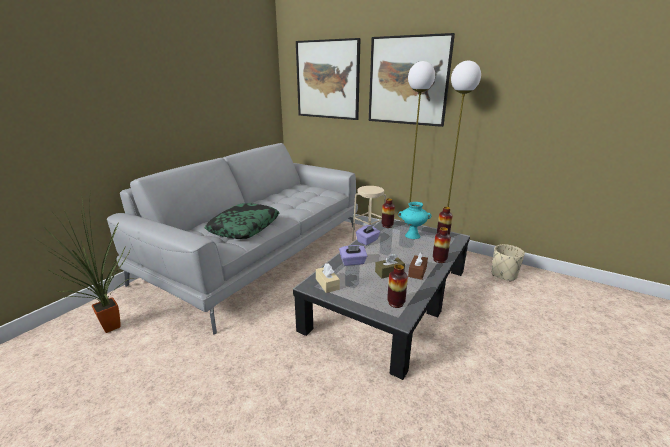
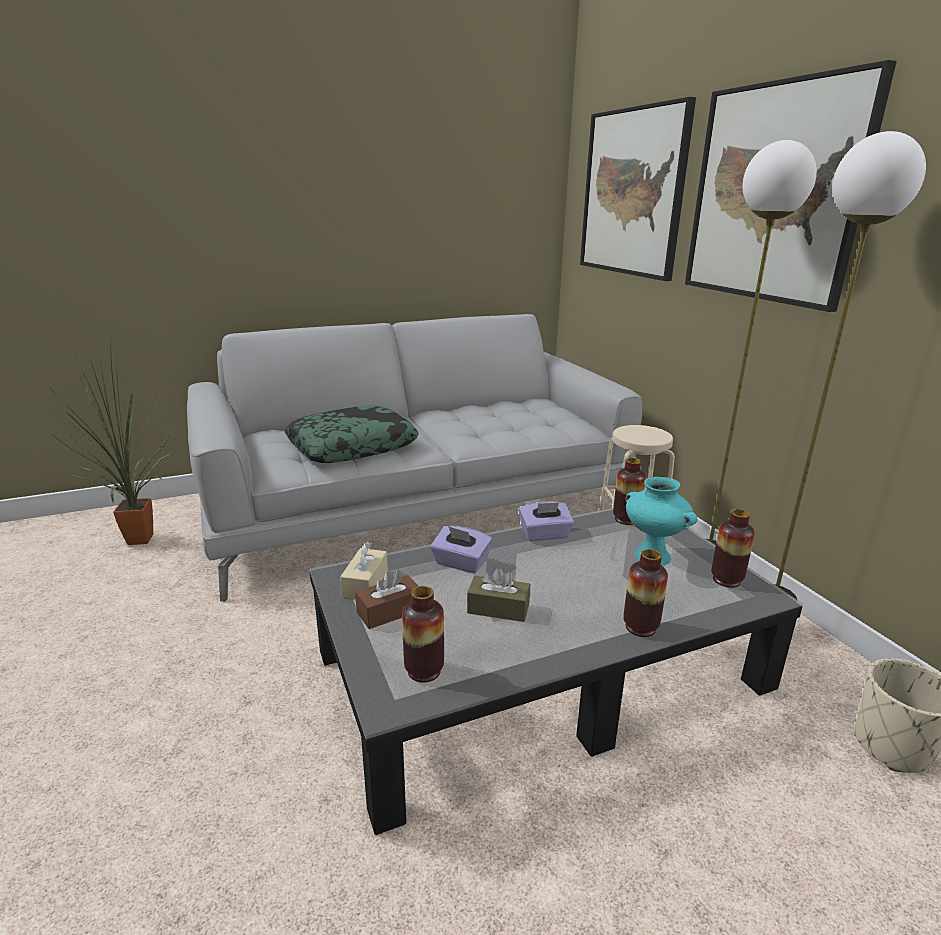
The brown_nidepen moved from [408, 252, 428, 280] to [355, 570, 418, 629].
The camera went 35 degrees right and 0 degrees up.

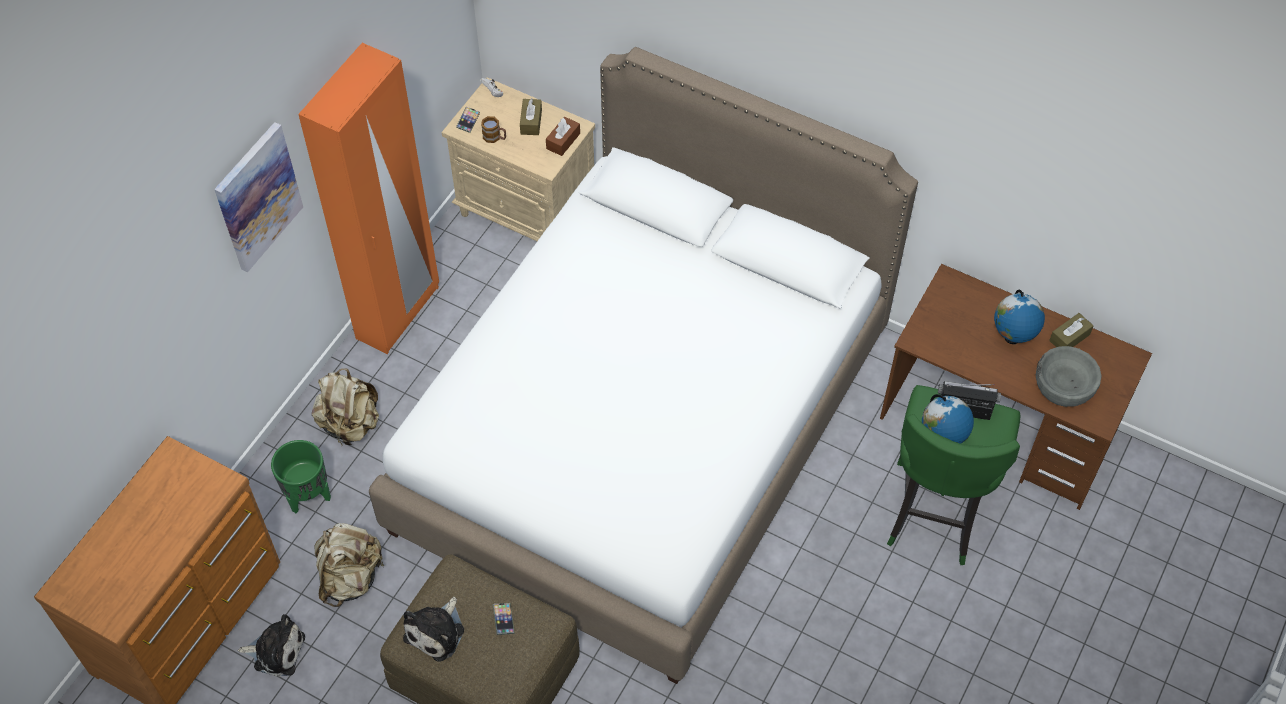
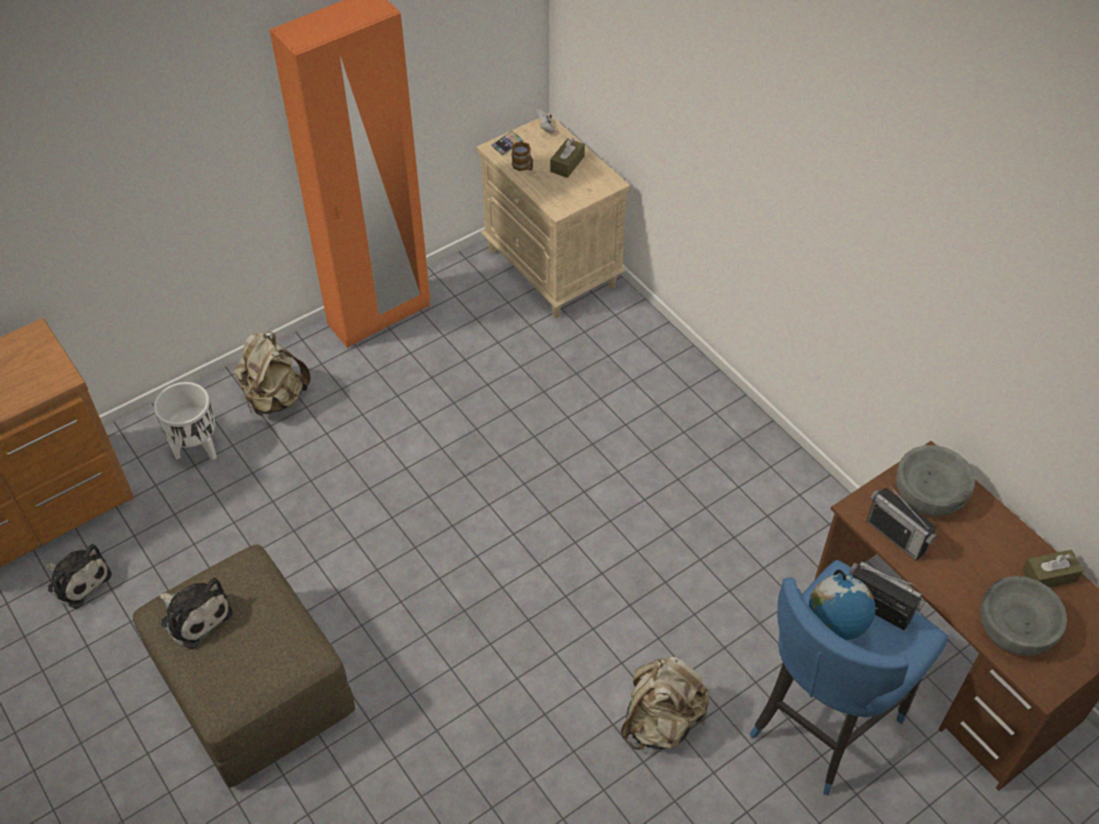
The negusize at [214, 122, 303, 272] disappeared.
The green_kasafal at [271, 440, 331, 513] became the white_kasafal at [154, 382, 217, 460].
The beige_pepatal moved from [314, 523, 385, 607] to [621, 657, 710, 750].
The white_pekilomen at [369, 47, 918, 684] disappeared.
The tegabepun at [403, 597, 464, 662] turned 105 degrees counterclockwise.
The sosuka at [493, 603, 515, 635] disappeared.
The brown_nidepen at [546, 117, 580, 156] disappeared.
The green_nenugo at [887, 385, 1020, 565] became the blue_nenugo at [750, 560, 948, 796].
The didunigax at [994, 290, 1045, 344] disappeared.
The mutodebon at [867, 484, 937, 561] appeared.
The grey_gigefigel at [896, 445, 975, 516] appeared.
The camera went 25 degrees right and 5 degrees down.

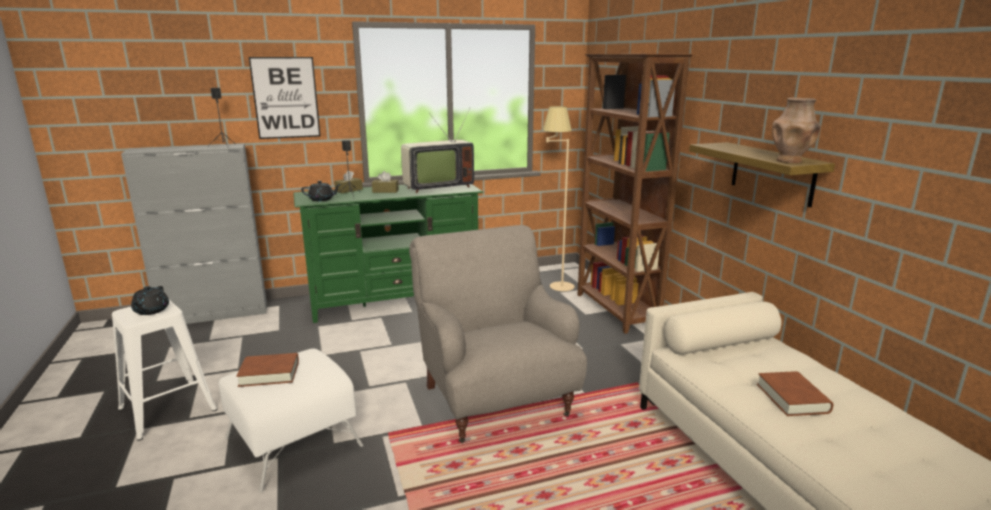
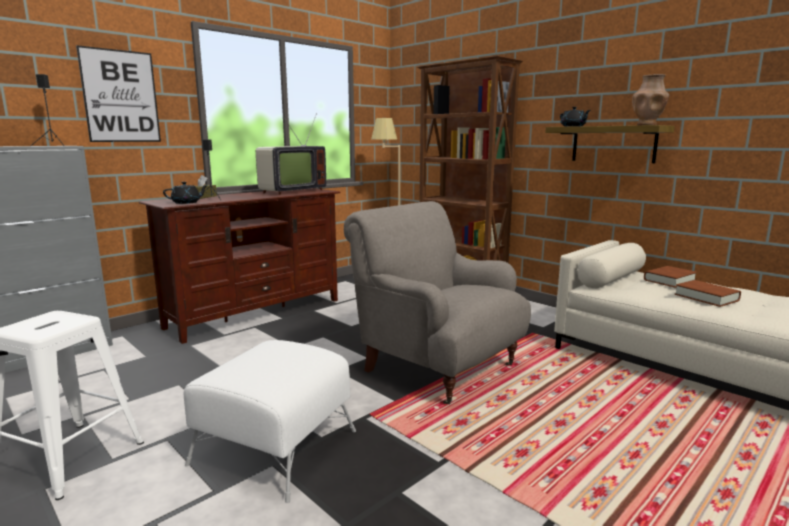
The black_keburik moved from [131, 286, 169, 315] to [560, 107, 590, 127].
The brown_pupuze moved from [236, 353, 299, 387] to [644, 266, 697, 288].
The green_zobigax at [293, 184, 483, 323] became the brown_zobigax at [139, 188, 341, 344].
The brown_nidepen at [372, 171, 399, 193] disappeared.
The camera went 25 degrees left and 5 degrees down.

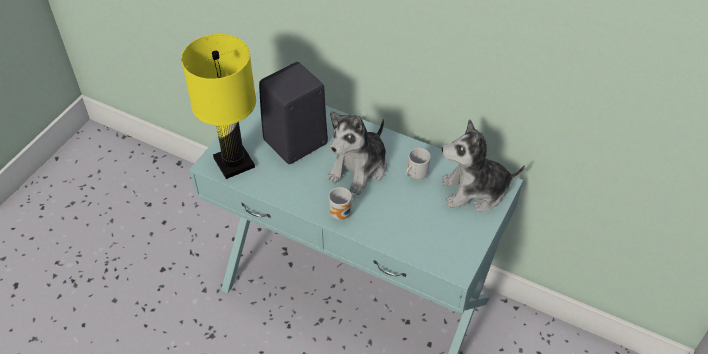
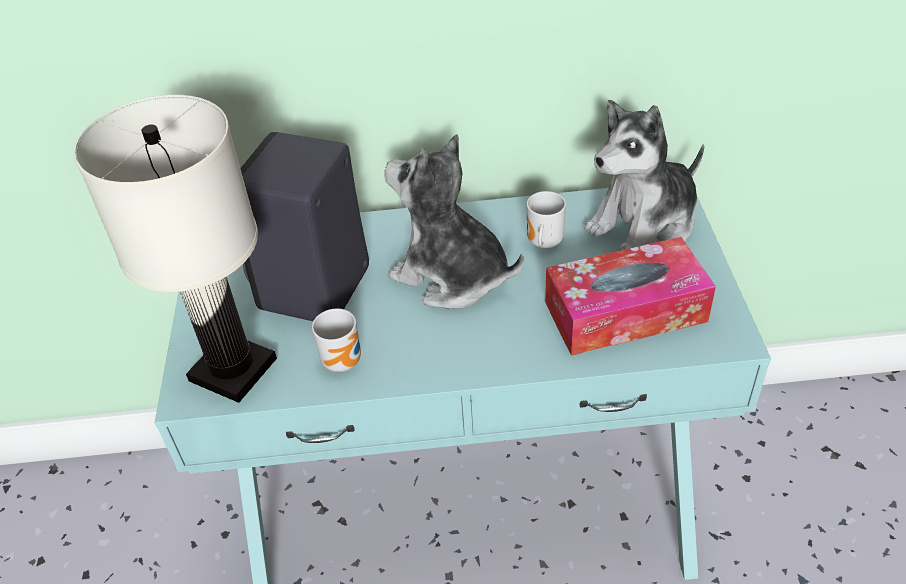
The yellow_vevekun at [181, 34, 256, 179] became the white_vevekun at [74, 95, 277, 403].
The tegabepun at [327, 111, 387, 195] turned 120 degrees clockwise.
The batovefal moved from [329, 187, 355, 220] to [312, 308, 361, 372].
The nidepen at [545, 237, 716, 356] appeared.
The camera went 30 degrees left and 5 degrees down.

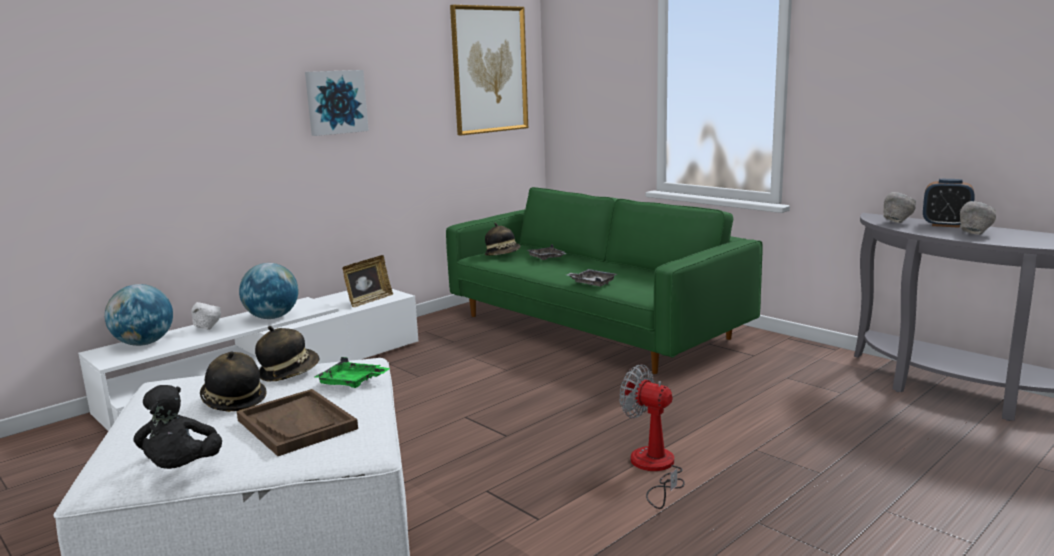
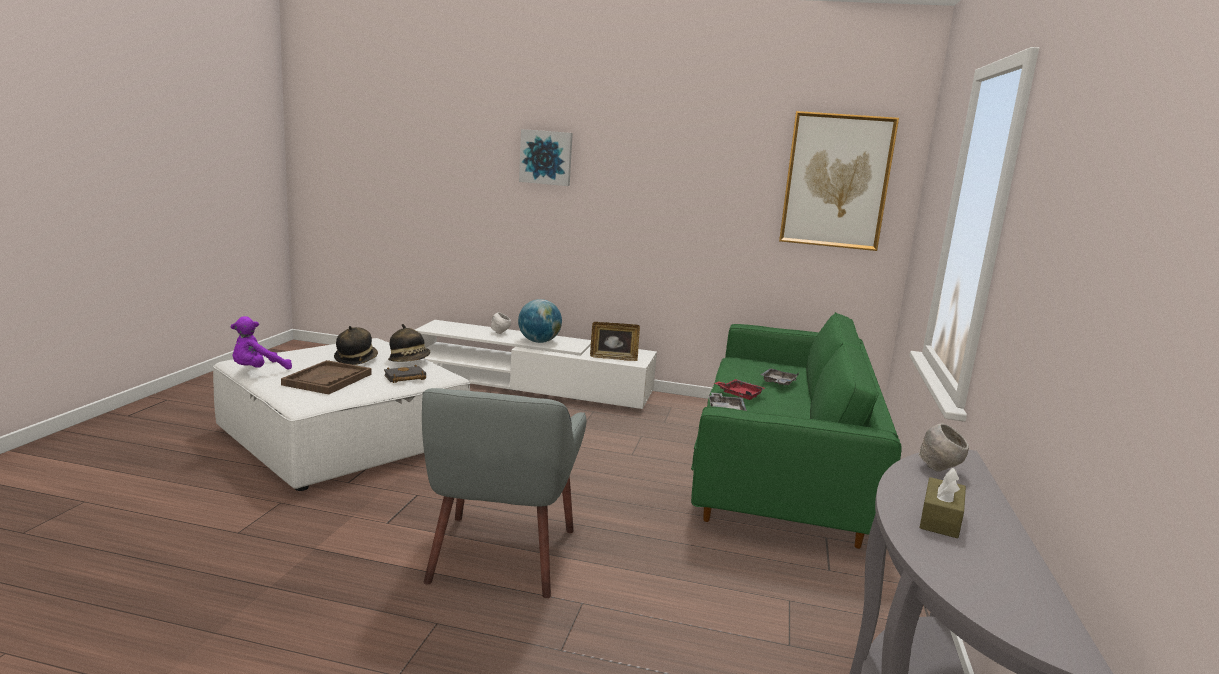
The didunigax at [105, 284, 173, 346] disappeared.
The black_tegabepun at [133, 385, 222, 469] became the purple_tegabepun at [231, 316, 292, 370].
The negusize moved from [305, 70, 369, 136] to [519, 129, 573, 186].
The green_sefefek at [315, 357, 390, 388] was replaced by the black_pupuze at [384, 365, 426, 383].
The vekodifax at [485, 223, 520, 256] disappeared.
The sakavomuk at [620, 365, 685, 509] was replaced by the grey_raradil at [422, 388, 586, 598].
The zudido at [923, 179, 975, 228] disappeared.
The grey_gigefigel at [960, 201, 996, 235] was replaced by the brown_nidepen at [920, 468, 966, 538].
The red_sefefek at [714, 379, 765, 400] appeared.
The camera went 55 degrees right and 0 degrees up.

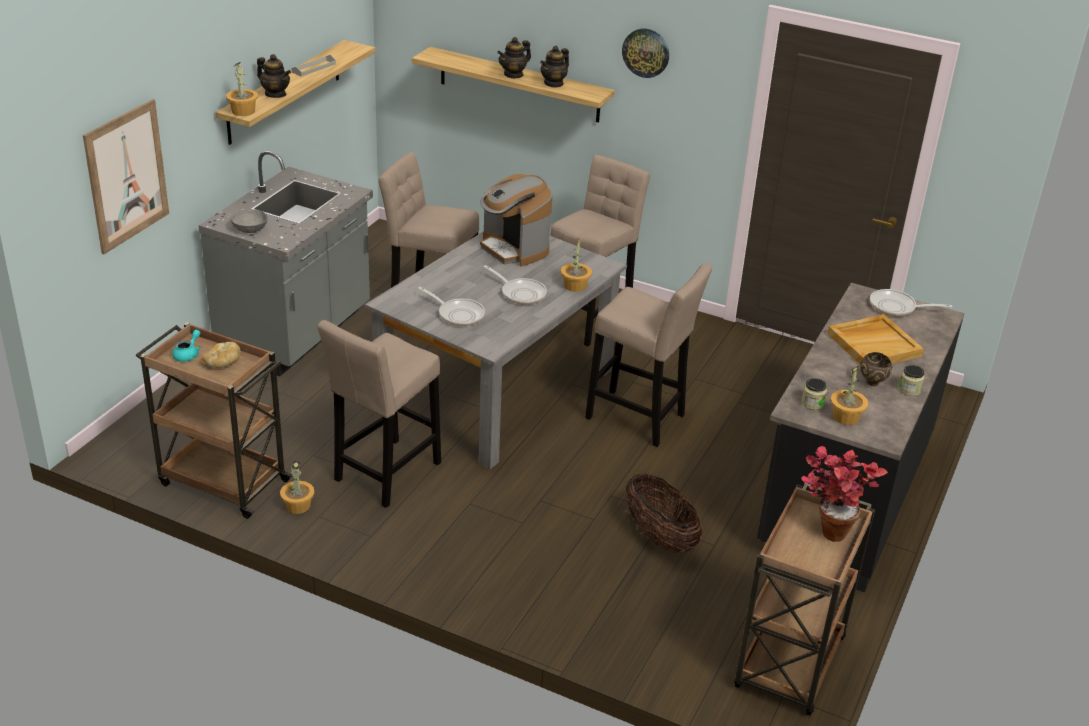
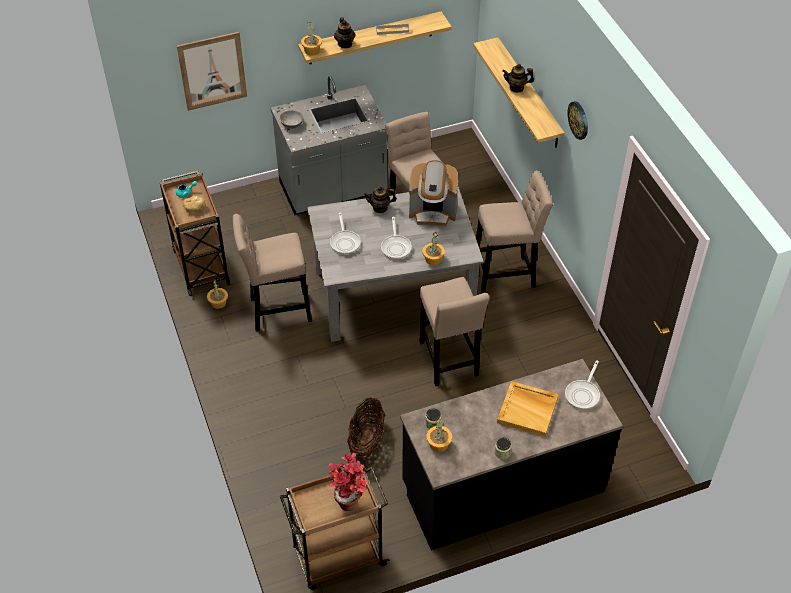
The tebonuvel at [480, 174, 552, 266] turned 90 degrees counterclockwise.
The keburik moved from [540, 45, 569, 88] to [364, 186, 397, 213].
The brown_gigefigel at [860, 352, 893, 386] disappeared.
The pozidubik at [870, 289, 952, 316] turned 120 degrees counterclockwise.
The camera went 45 degrees right and 15 degrees up.

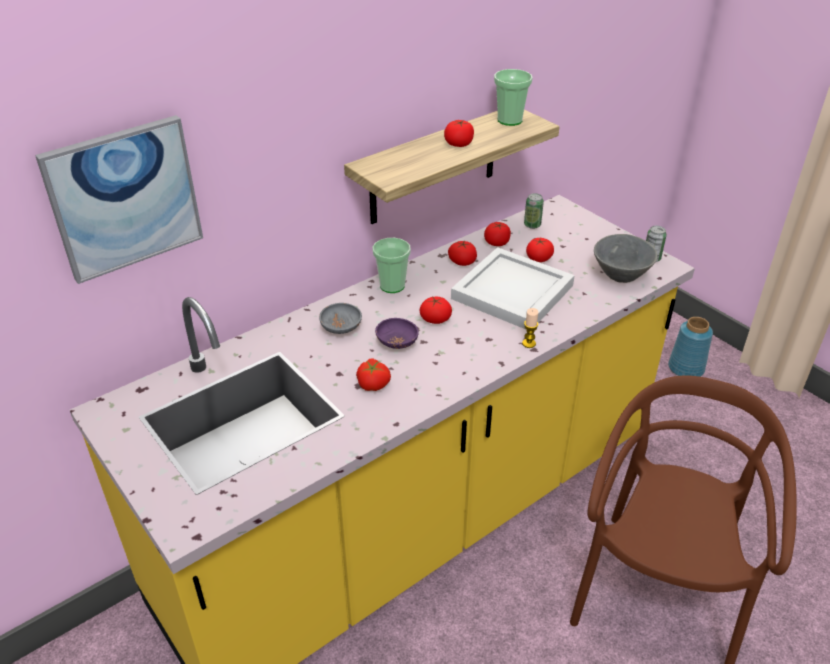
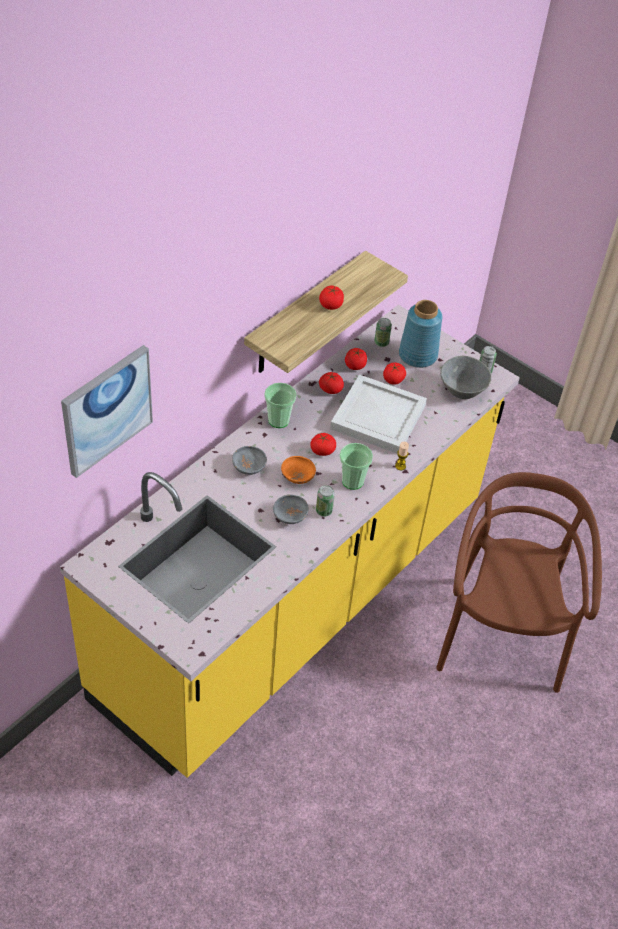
The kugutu at [356, 359, 391, 391] was replaced by the grey_gigefigel at [273, 495, 309, 524].
The purple_gigefigel at [375, 318, 419, 349] became the orange_gigefigel at [281, 456, 316, 484].
The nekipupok moved from [494, 69, 533, 126] to [340, 443, 373, 490].
The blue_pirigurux moved from [668, 317, 713, 377] to [399, 300, 442, 368].
The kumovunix at [316, 485, 335, 516] appeared.
The camera went 15 degrees left and 10 degrees up.

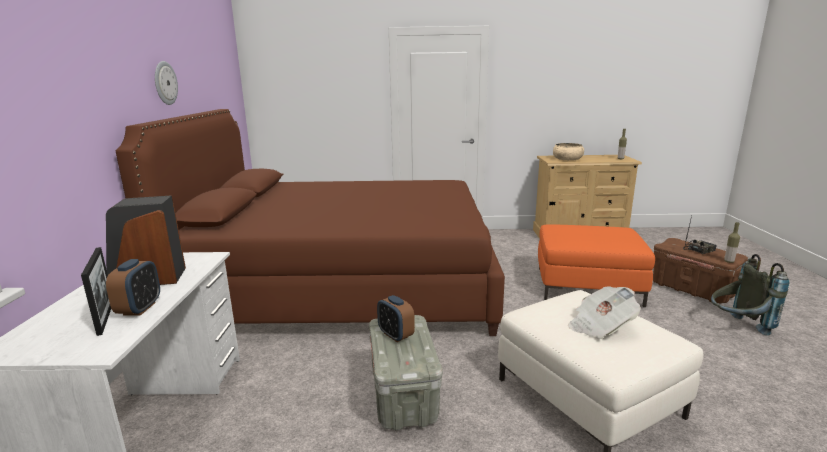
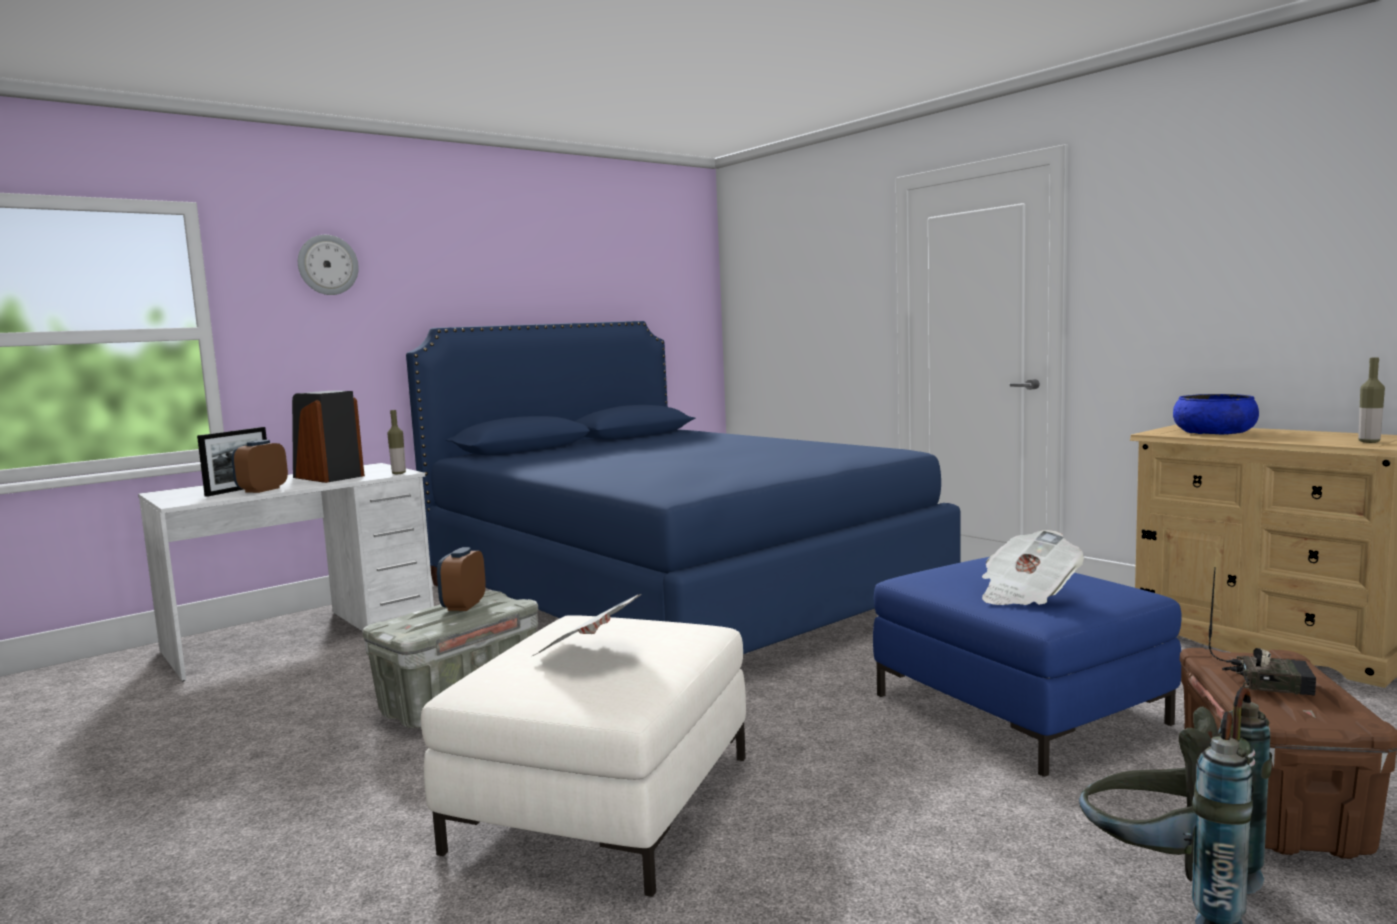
The zudido at [106, 259, 160, 316] turned 150 degrees clockwise.
The brown_pekilomen at [116, 109, 505, 336] became the blue_pekilomen at [406, 321, 961, 654].
The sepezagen moved from [155, 61, 178, 105] to [298, 235, 359, 295].
The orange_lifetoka at [538, 224, 655, 307] became the blue_lifetoka at [873, 557, 1182, 777].
The beige_gigefigel at [553, 143, 584, 161] became the blue_gigefigel at [1173, 394, 1259, 435].
The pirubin moved from [724, 222, 740, 263] to [387, 410, 406, 474].
The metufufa at [982, 530, 1084, 605] appeared.
The camera went 50 degrees right and 10 degrees down.

